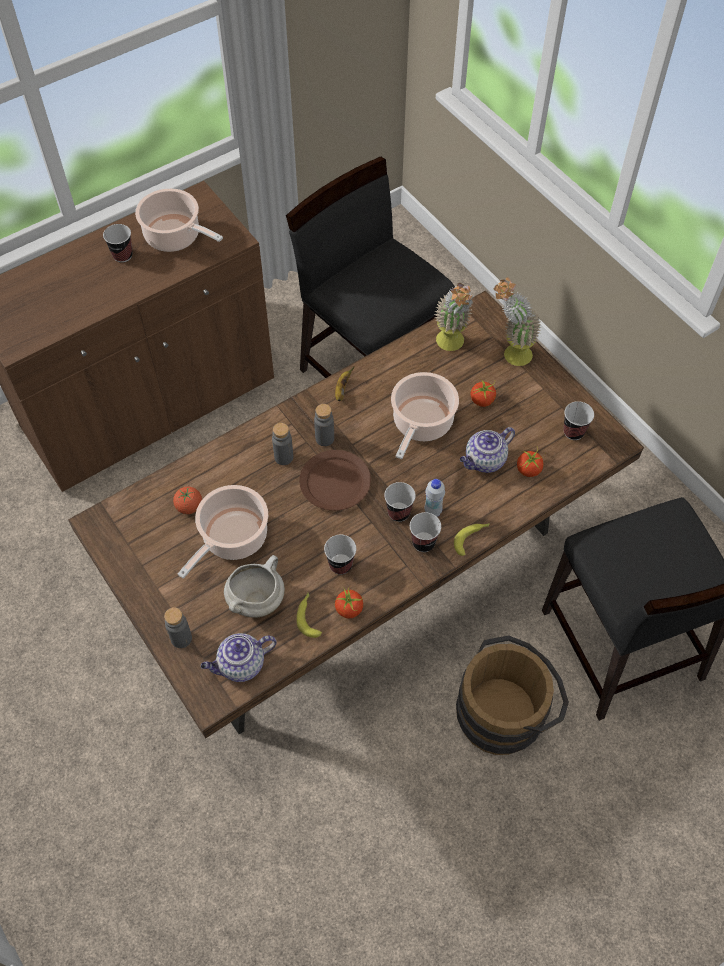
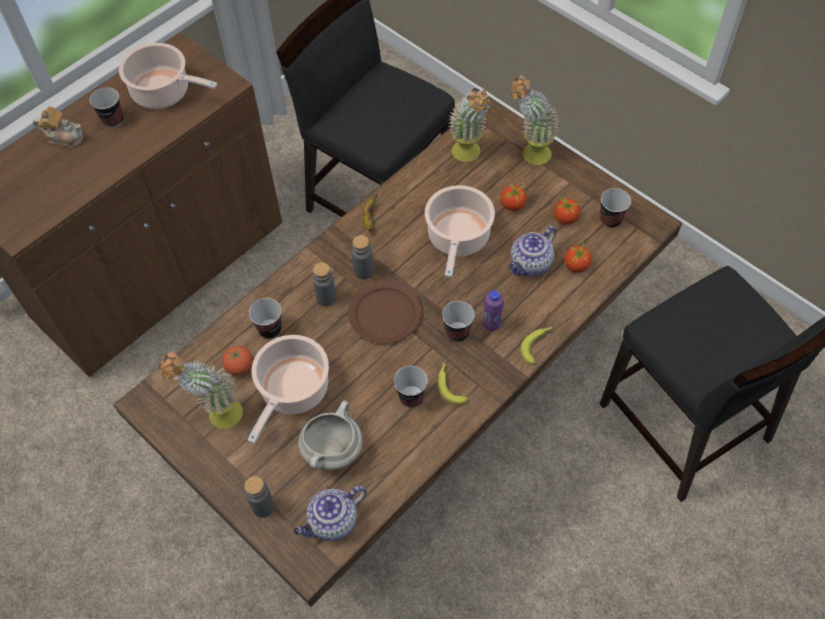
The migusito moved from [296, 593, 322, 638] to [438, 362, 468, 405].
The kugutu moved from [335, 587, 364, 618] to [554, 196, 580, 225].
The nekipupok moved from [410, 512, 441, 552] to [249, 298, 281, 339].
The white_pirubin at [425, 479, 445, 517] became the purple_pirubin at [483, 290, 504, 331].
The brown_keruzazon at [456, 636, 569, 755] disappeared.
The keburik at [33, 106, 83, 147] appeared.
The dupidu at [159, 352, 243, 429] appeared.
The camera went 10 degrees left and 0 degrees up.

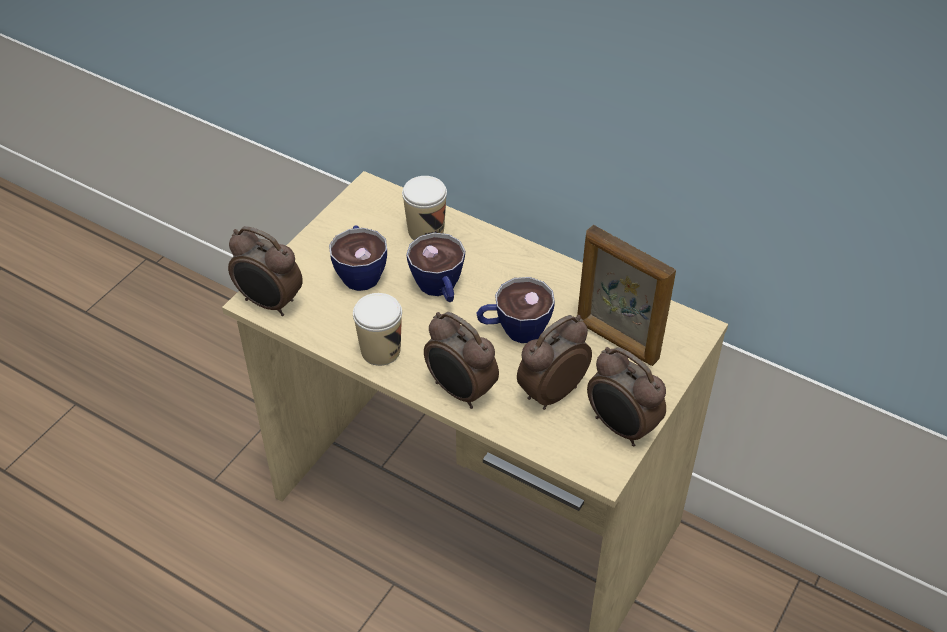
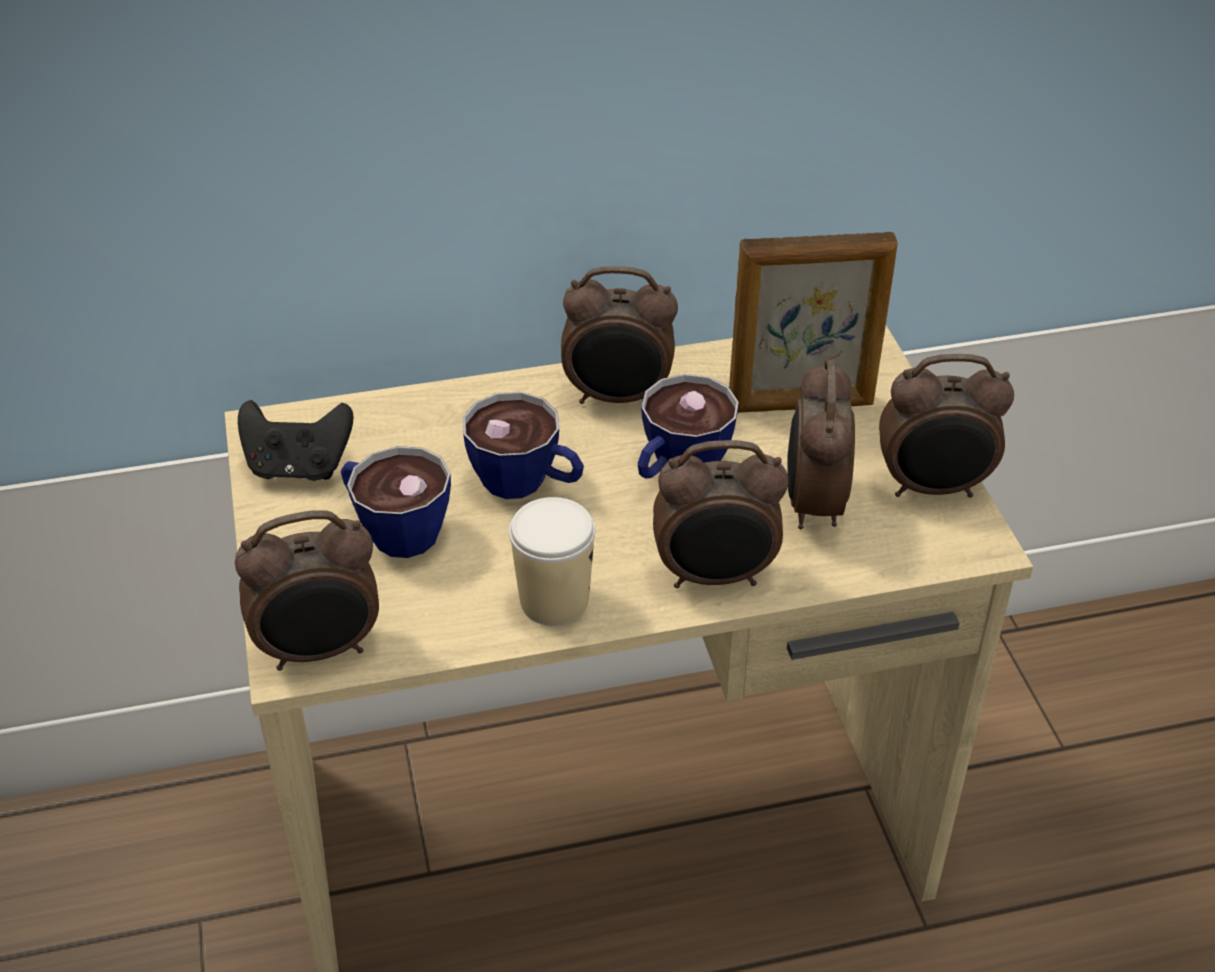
The nekipupok at [402, 176, 447, 240] disappeared.
The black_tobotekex at [238, 400, 353, 481] appeared.
The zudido at [561, 266, 678, 404] appeared.
The camera went 45 degrees left and 5 degrees down.

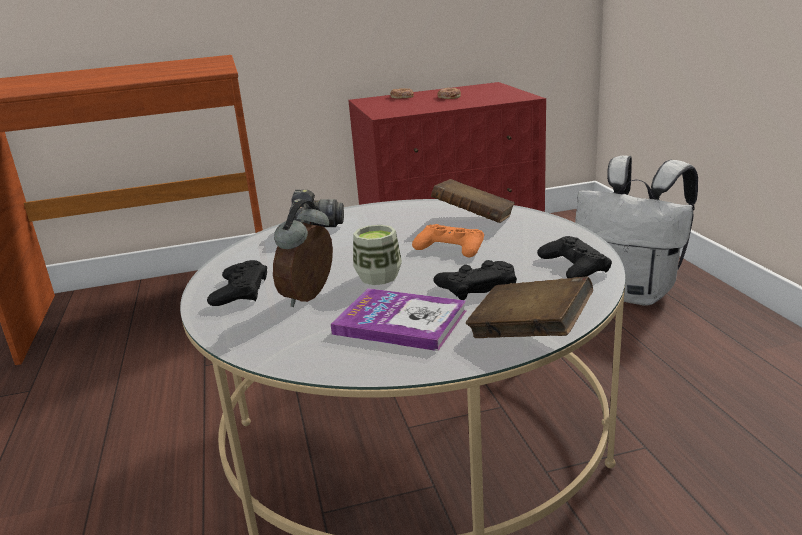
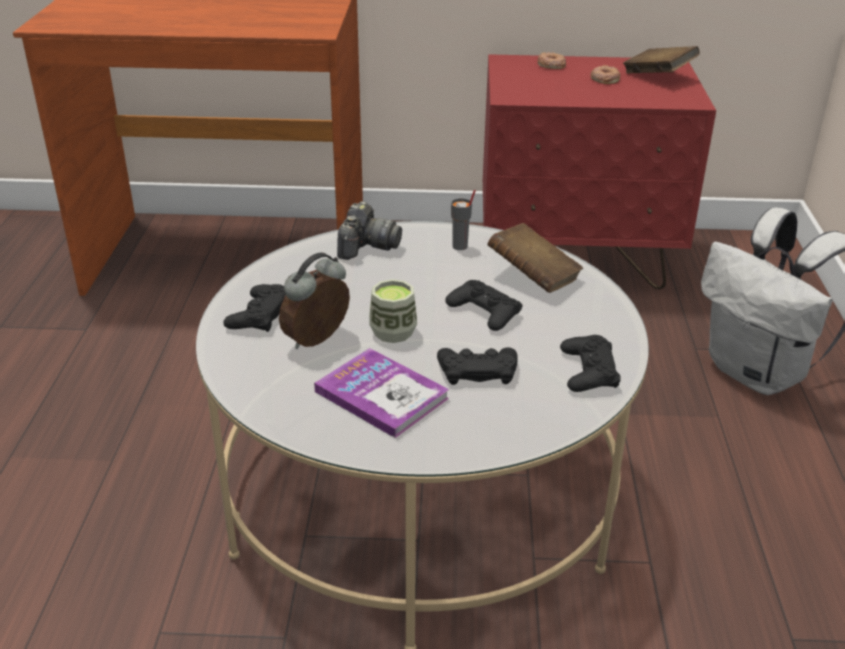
The orange_tobotekex at [412, 224, 484, 257] became the black_tobotekex at [445, 280, 522, 331].
The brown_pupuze moved from [466, 276, 593, 338] to [623, 46, 700, 74].
The grey_nekipupok at [451, 190, 475, 250] appeared.
The camera went 15 degrees right and 10 degrees up.

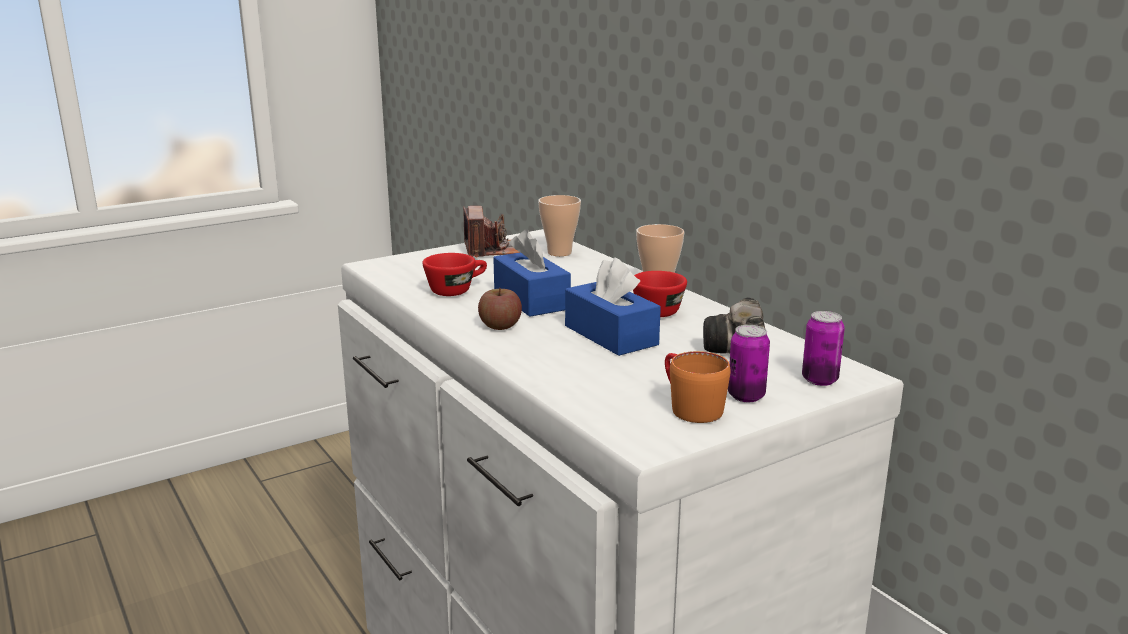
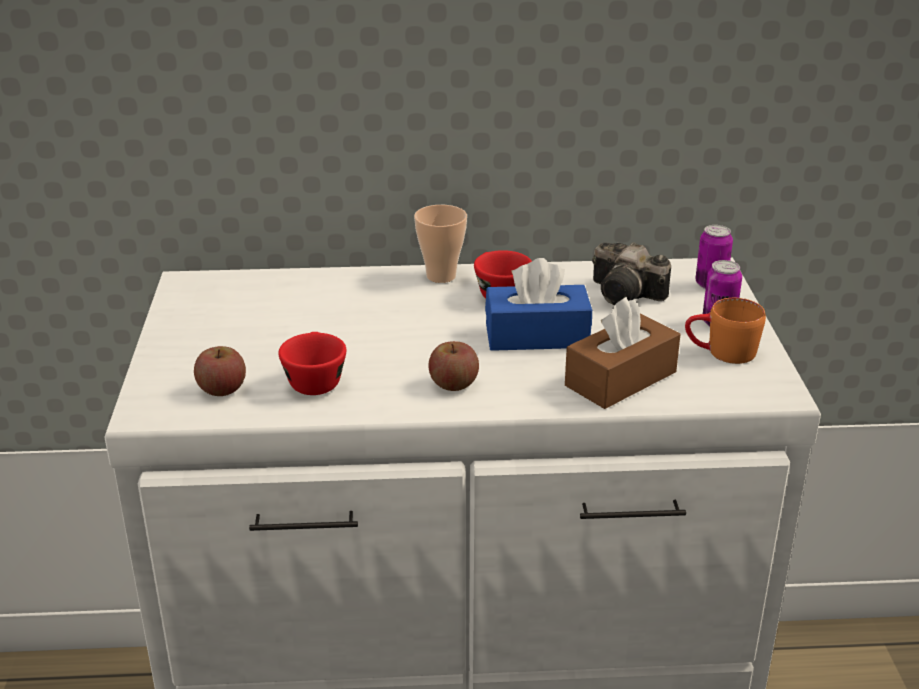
The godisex at [463, 206, 520, 258] disappeared.
The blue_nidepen at [493, 230, 571, 317] disappeared.
The nekipupok at [538, 195, 581, 256] disappeared.
The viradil at [194, 346, 246, 396] appeared.
The brown_nidepen at [565, 297, 681, 409] appeared.
The camera went 60 degrees left and 10 degrees up.

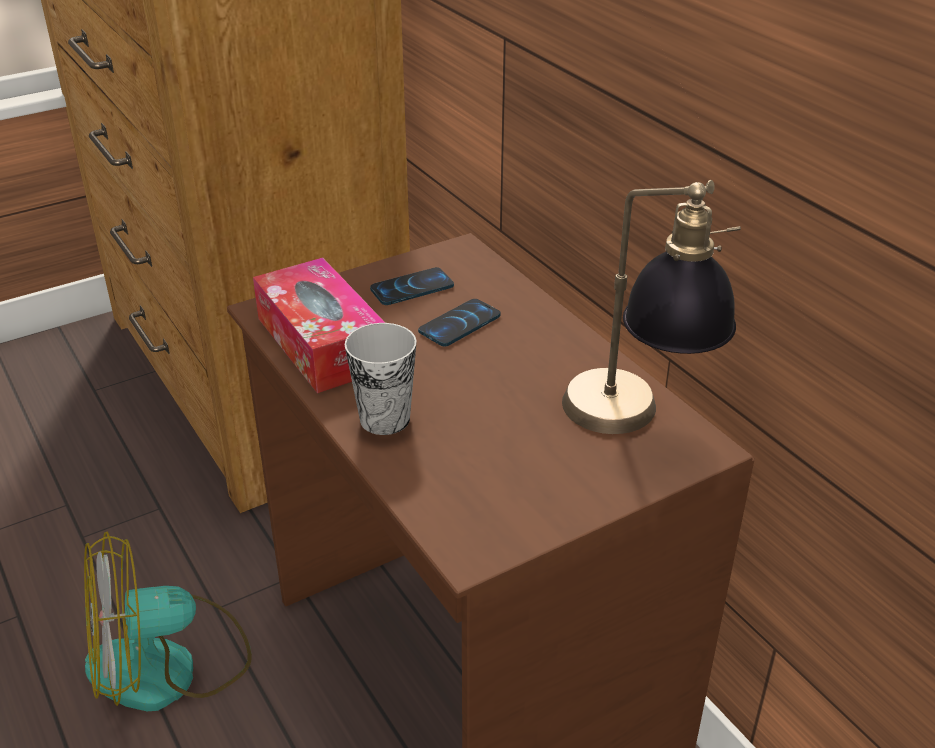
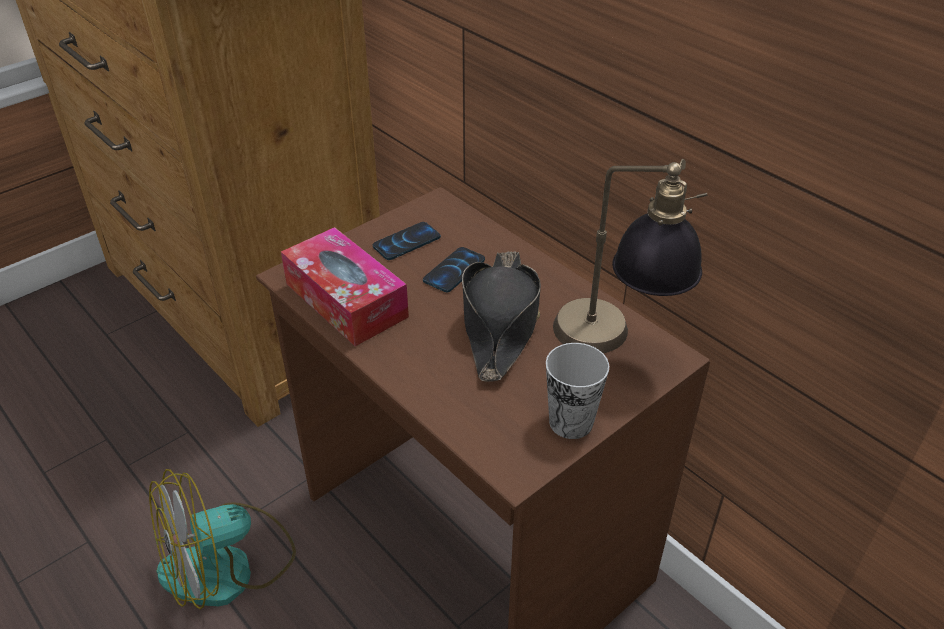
The nekipupok moved from [345, 323, 417, 435] to [546, 343, 609, 439].
The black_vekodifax at [462, 251, 541, 382] appeared.
The camera went 10 degrees left and 5 degrees up.

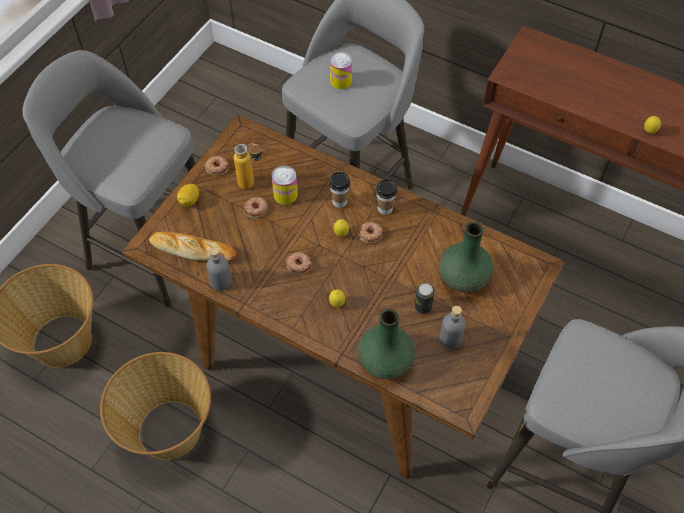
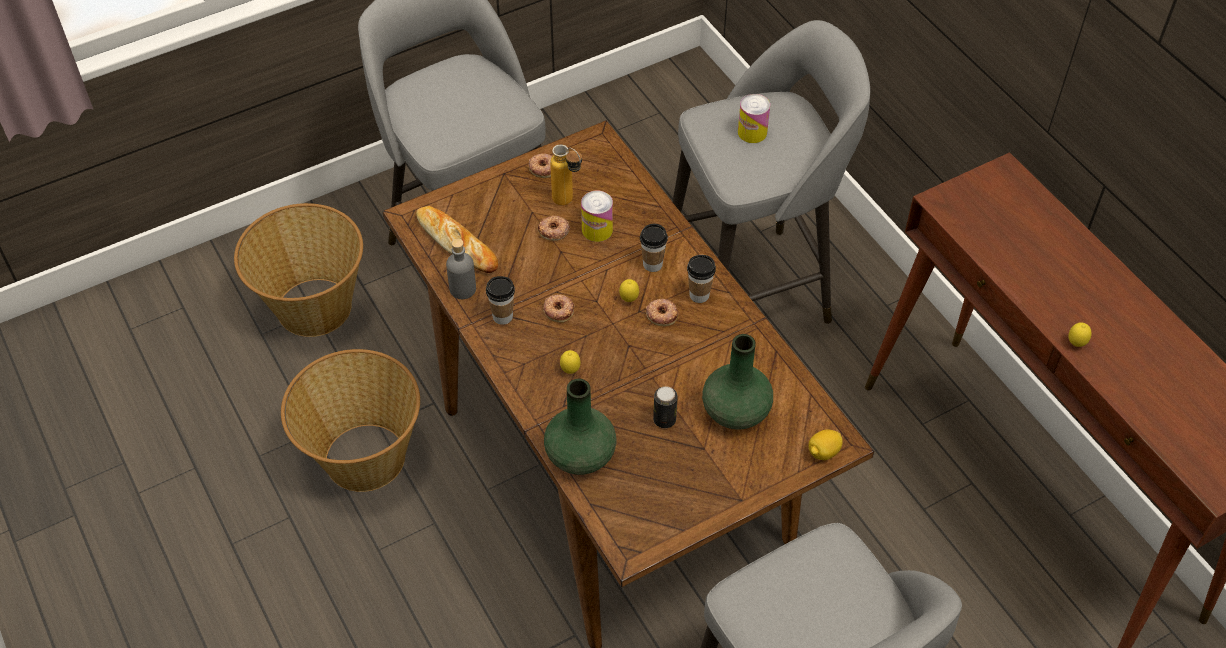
The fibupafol moved from [177, 184, 199, 207] to [808, 429, 843, 460].
The grey_pirubin at [440, 306, 466, 349] disappeared.
The nekipupok at [486, 276, 515, 325] appeared.
The camera went 30 degrees right and 5 degrees down.

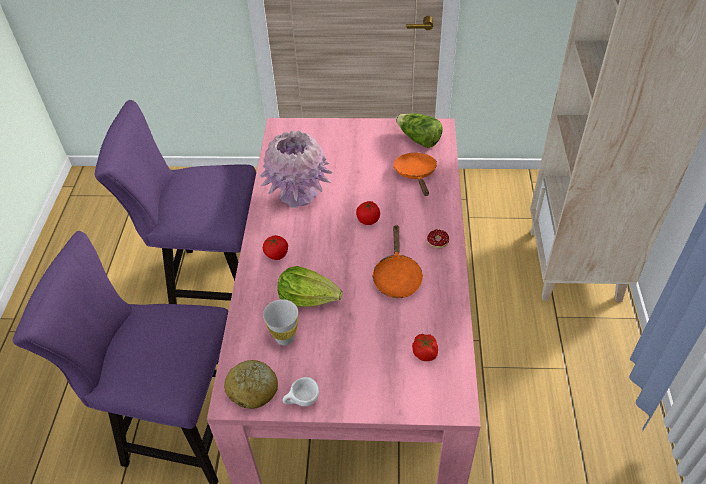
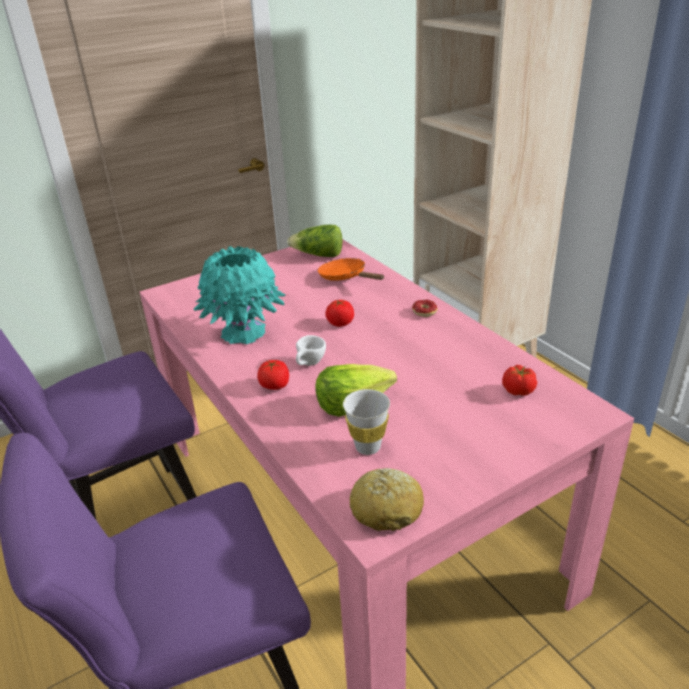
The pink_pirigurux at [260, 131, 332, 208] became the turquoise_pirigurux at [193, 246, 285, 344].
The white_nekipupok moved from [282, 377, 319, 407] to [296, 335, 326, 366].
The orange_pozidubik at [372, 224, 424, 298] disappeared.
The camera went 35 degrees left and 15 degrees down.

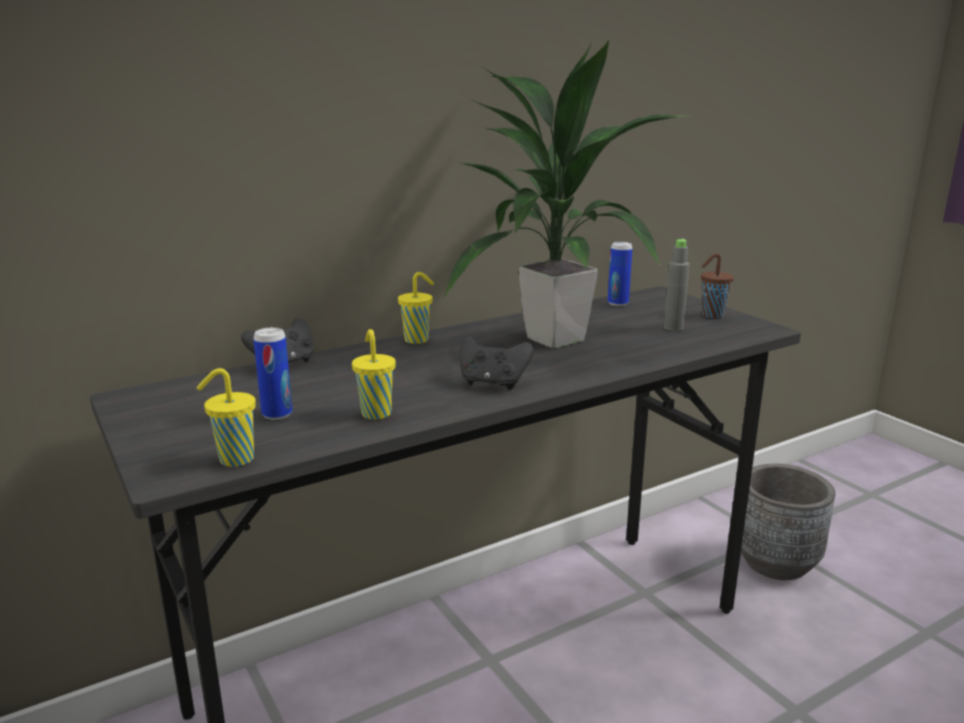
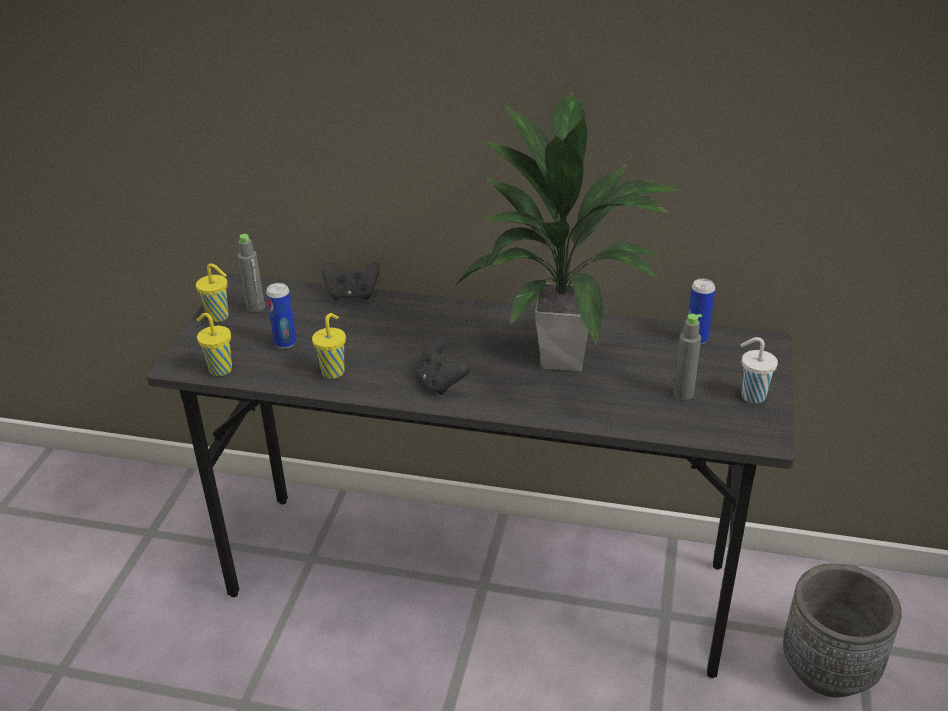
The yellow_nekipupok moved from [398, 272, 434, 344] to [196, 263, 229, 322].
The brown_nekipupok at [701, 253, 734, 318] became the white_nekipupok at [741, 337, 778, 403].
The grey_pirubin at [238, 234, 265, 313] appeared.
The camera went 45 degrees right and 15 degrees up.

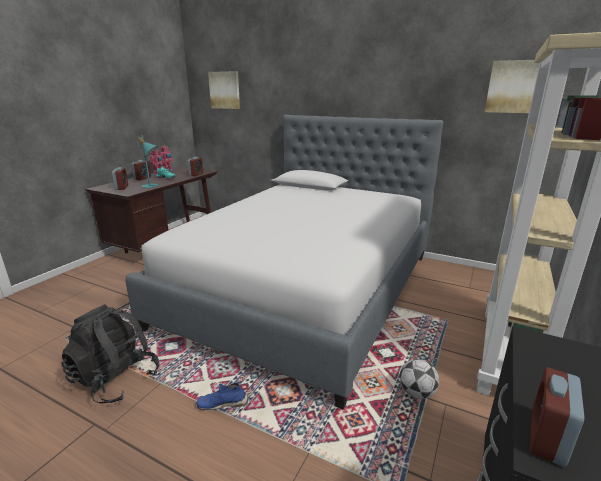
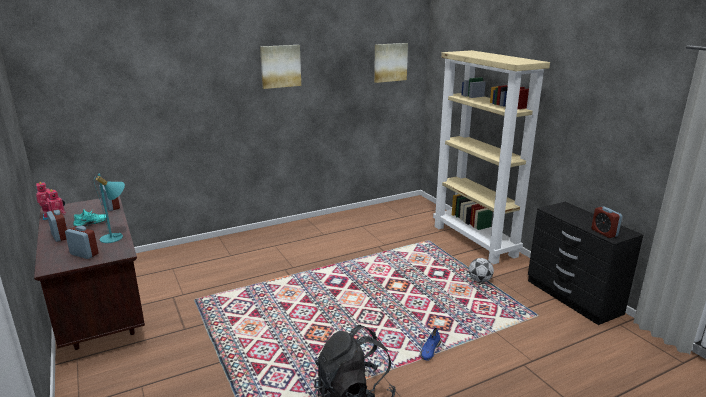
The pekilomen at [125, 115, 444, 409] disappeared.
The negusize moved from [208, 71, 240, 109] to [260, 45, 301, 89].
The camera went 55 degrees left and 0 degrees up.

